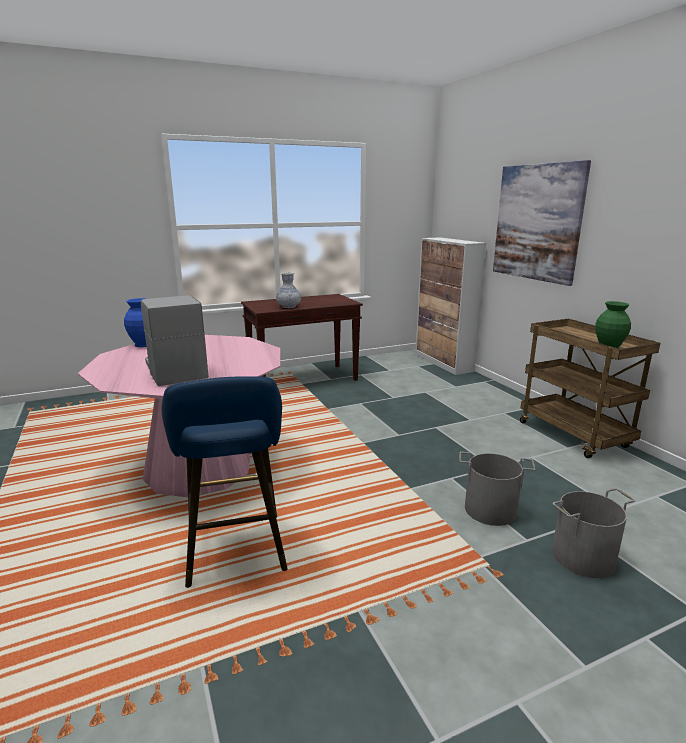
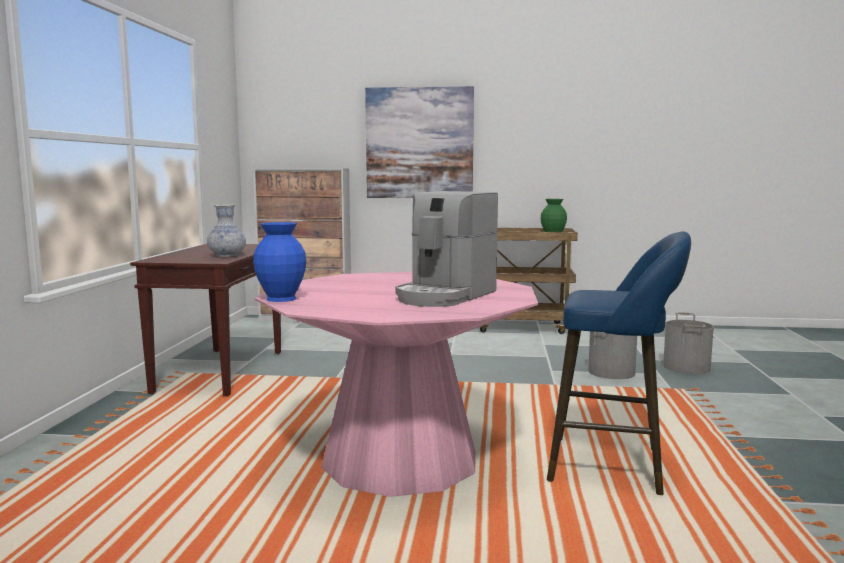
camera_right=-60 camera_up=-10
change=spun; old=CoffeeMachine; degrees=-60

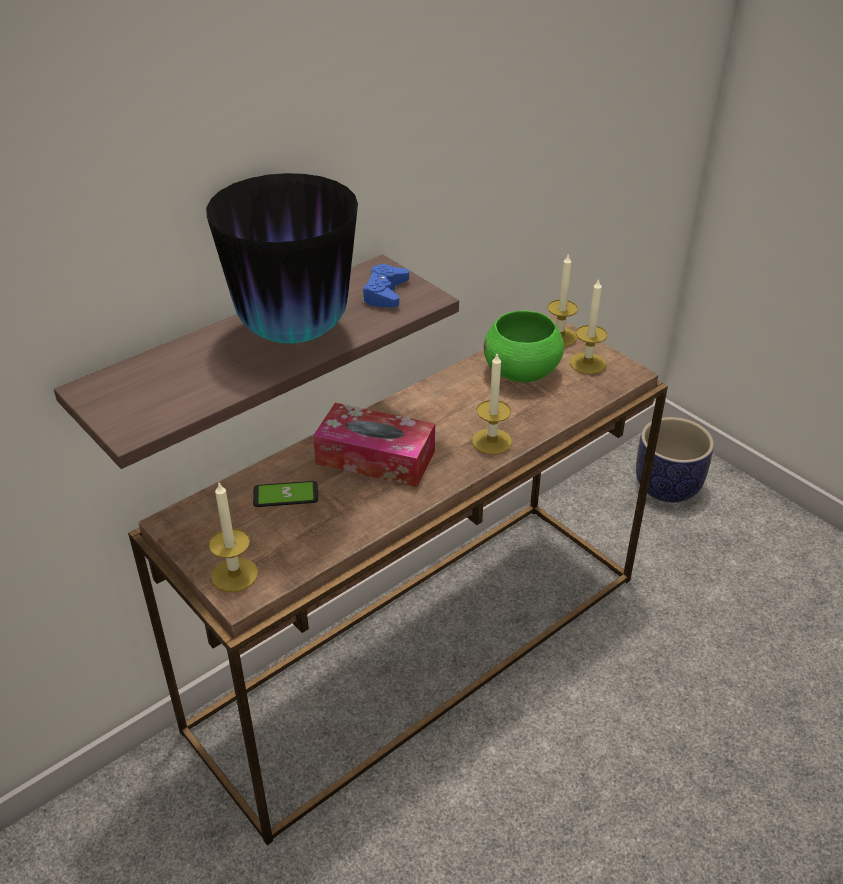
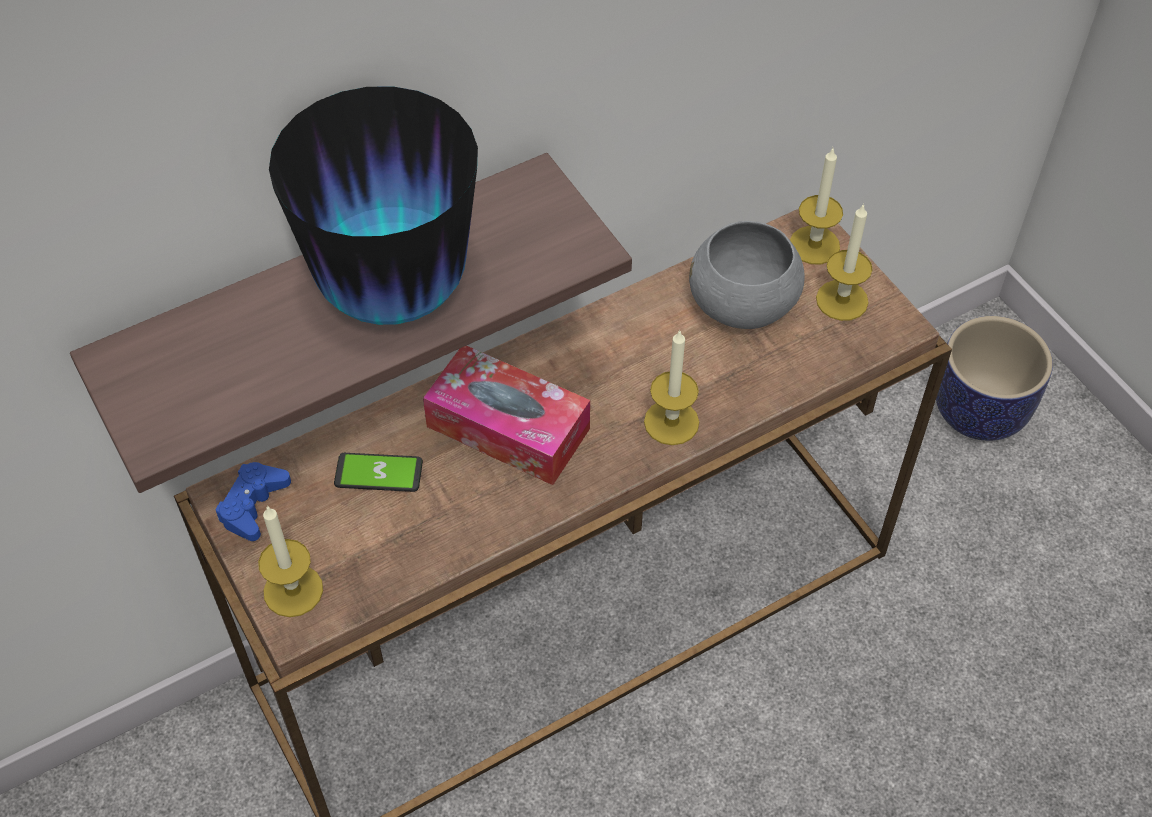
camera_right=10 camera_up=15
change=relocated; old=BlueGameController
change=colour; old=GreenBowl; new=GreyBowl

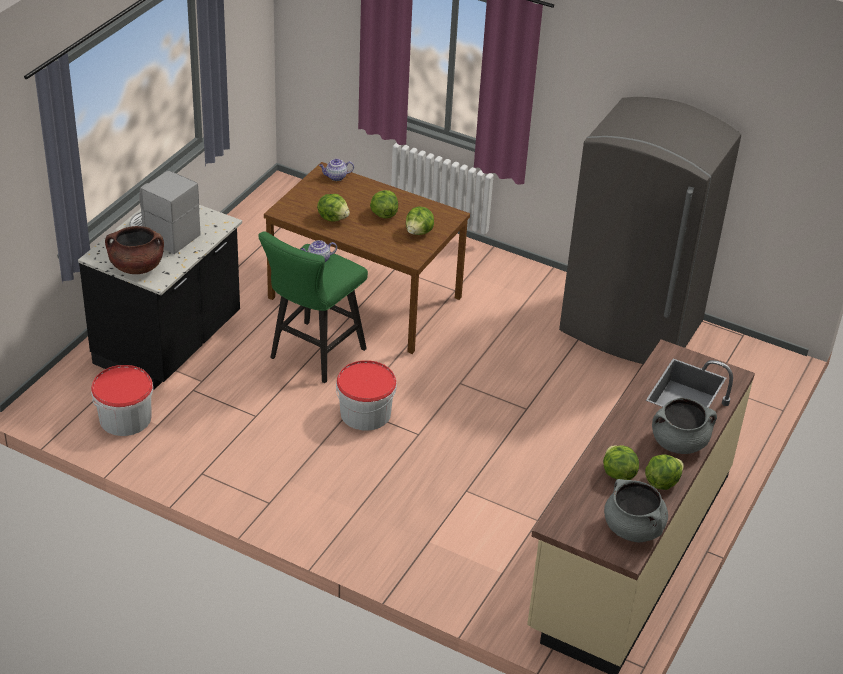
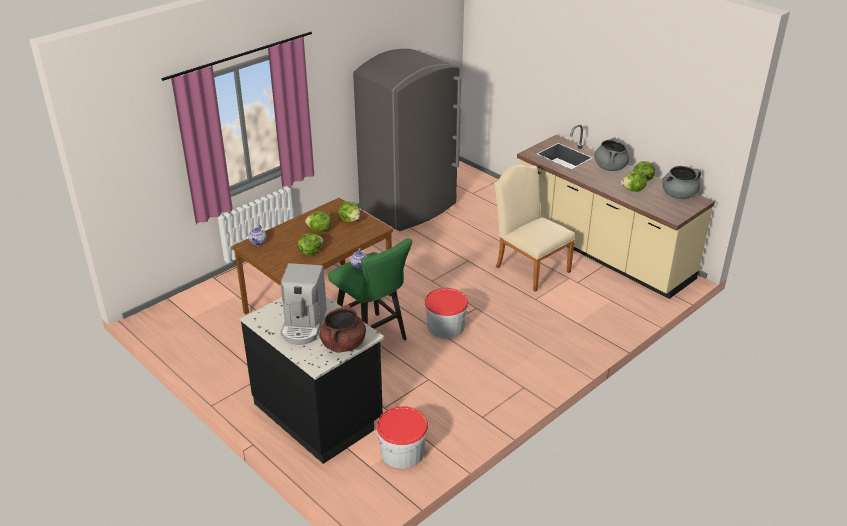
camera_right=-70 camera_up=-5
change=spun; old=CoffeeMachine; degrees=-45
change=appeared; new=BeigeChair

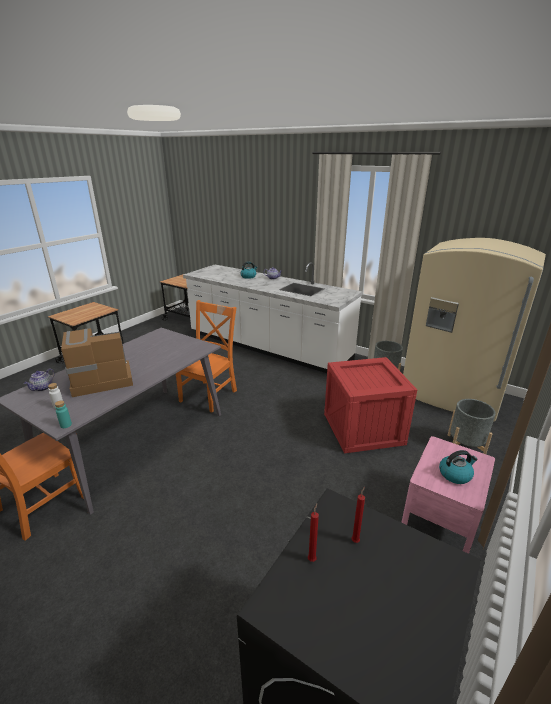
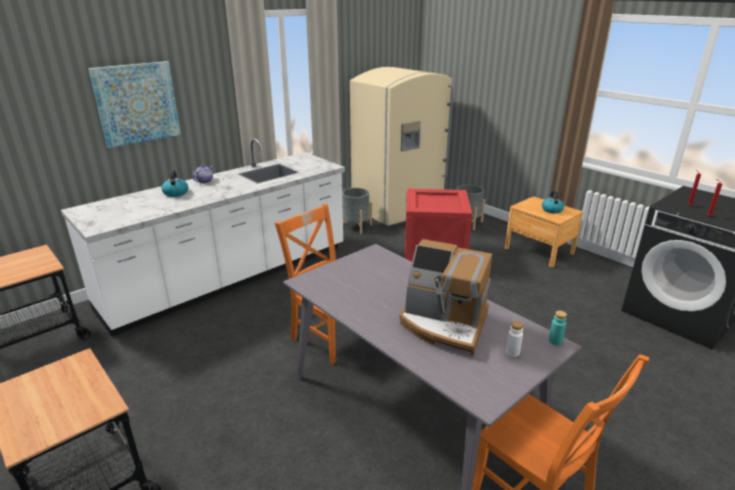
camera_right=-75 camera_up=0
change=appeared; new=Picture
change=spun; old=CoffeeMachine; degrees=-60
change=colour; old=PinkNightstand; new=BrownNightstand
change=missing; old=Teapot (no. 1 from left)

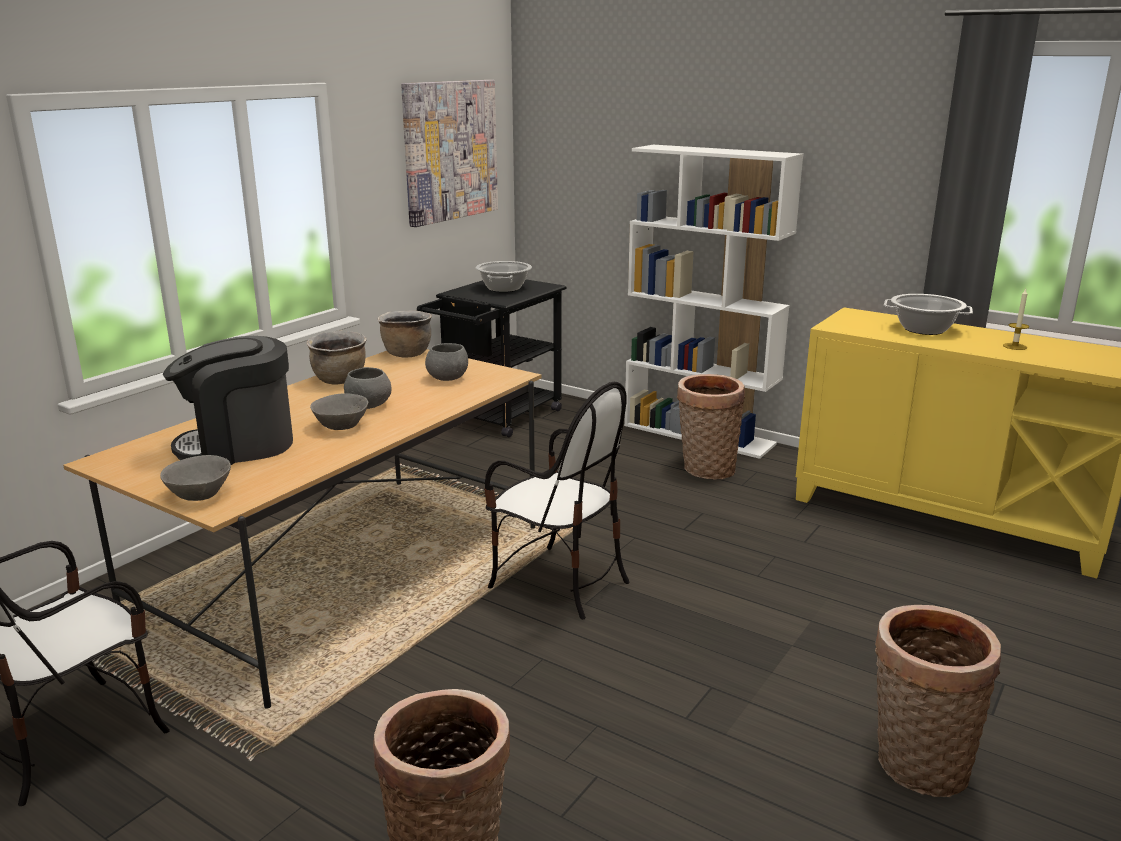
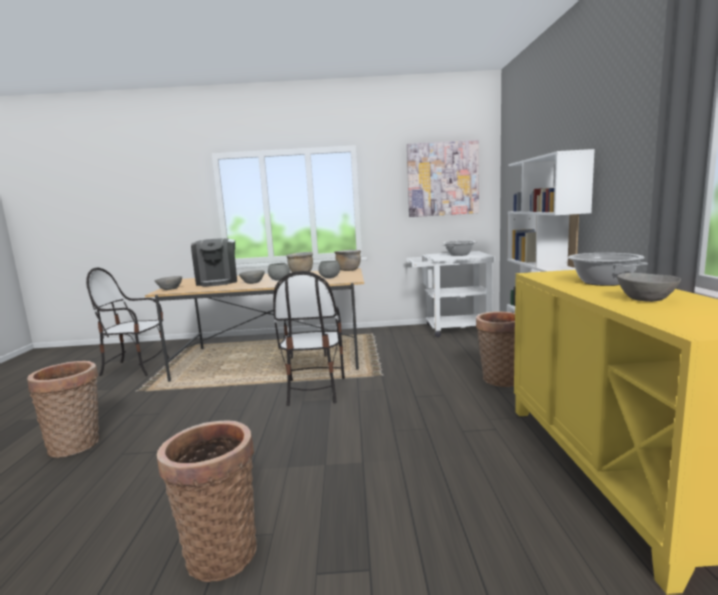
camera_right=55 camera_up=-10
change=spun; old=CoffeeMachine; degrees=-135
change=colour; old=BlackCart; new=WhiteCart
change=exchanged; old=Candle; new=GreyBowl (no. 5 from left)

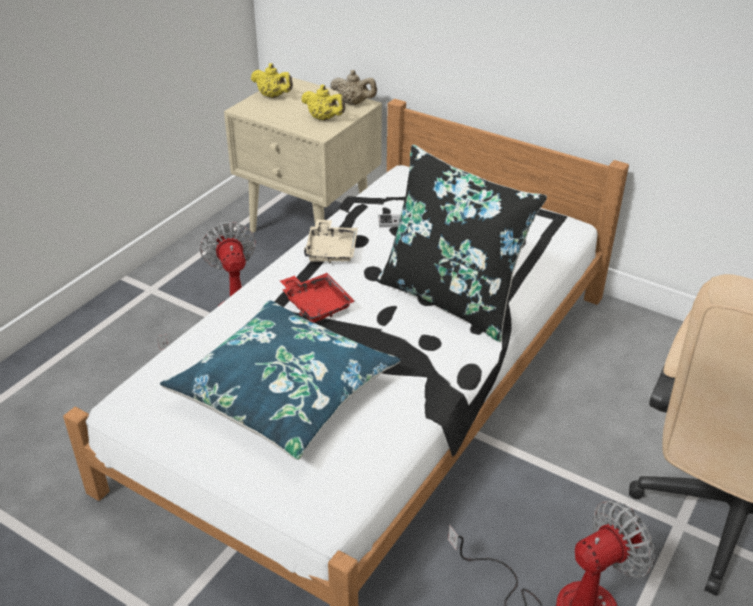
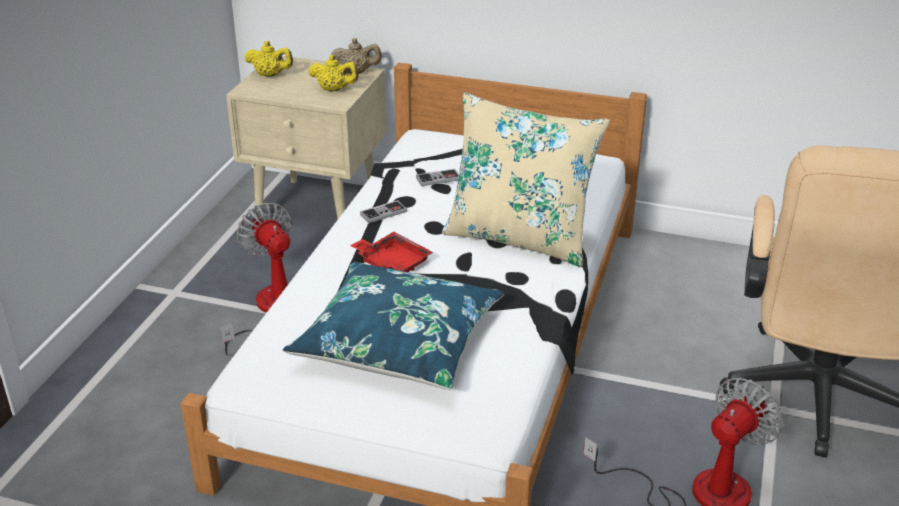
camera_right=-15 camera_up=-5
change=exchanged; old=BeigeTray; new=GameController (no. 1 from left)
change=colour; old=BlackPillow; new=BeigePillow

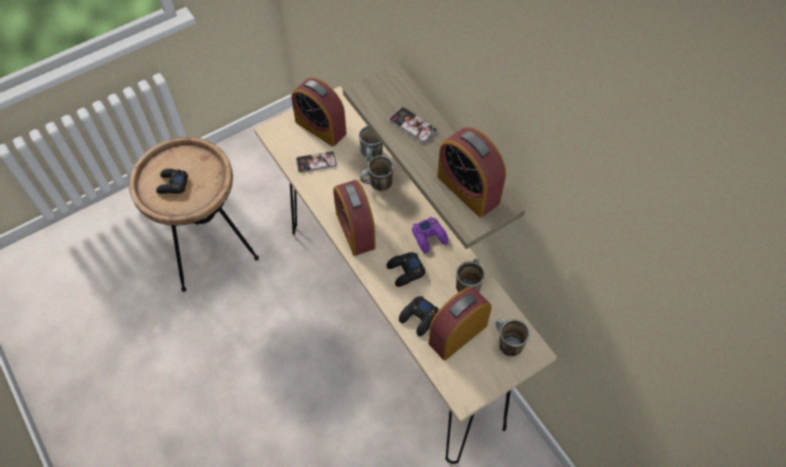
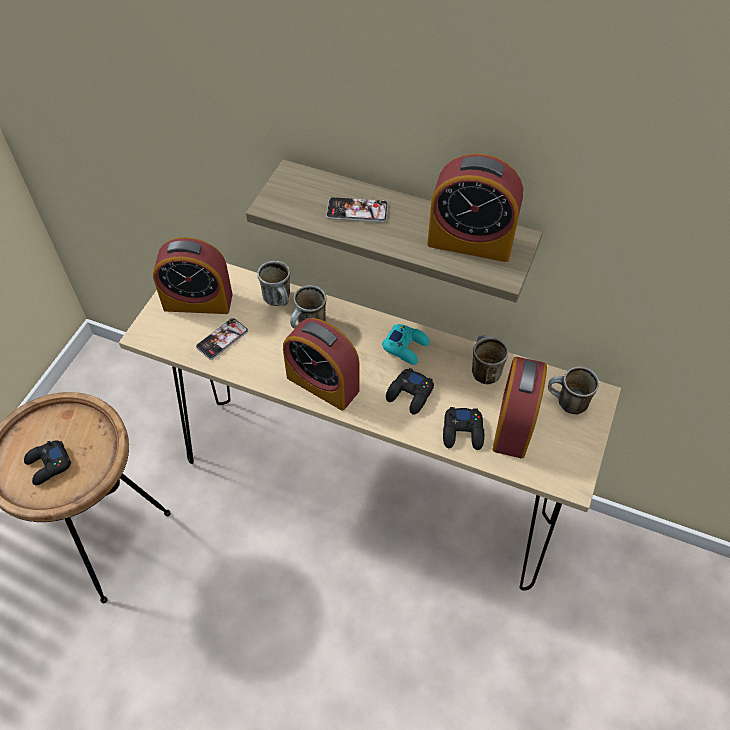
camera_right=-35 camera_up=-5
change=colour; old=PurpleGameController; new=TurquoiseGameController

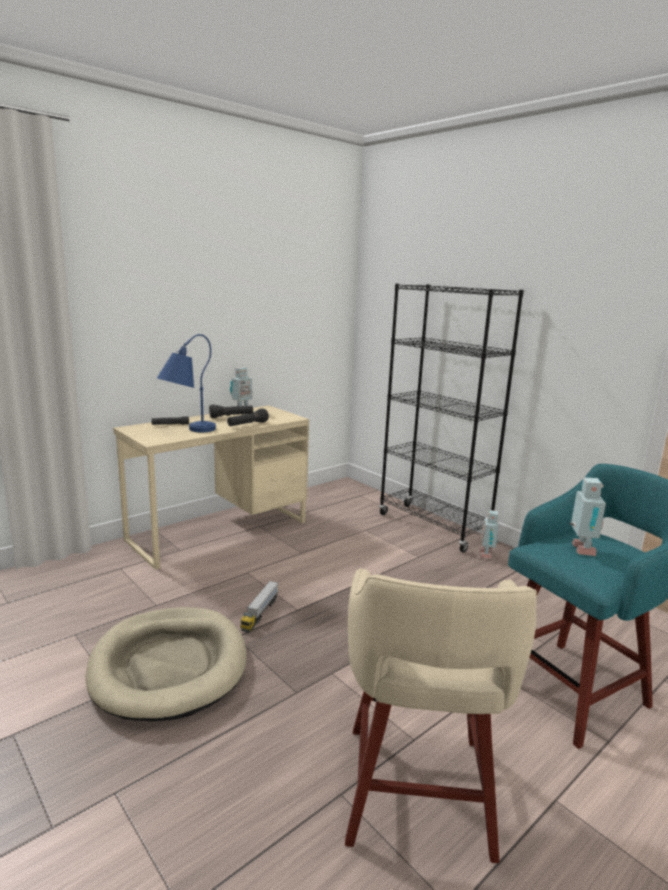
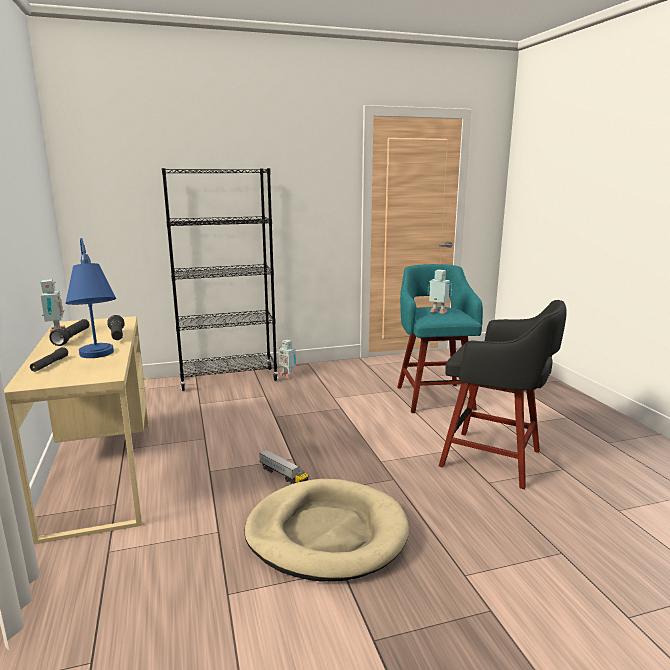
camera_right=-65 camera_up=0
change=colour; old=BeigeStool; new=BlackStool

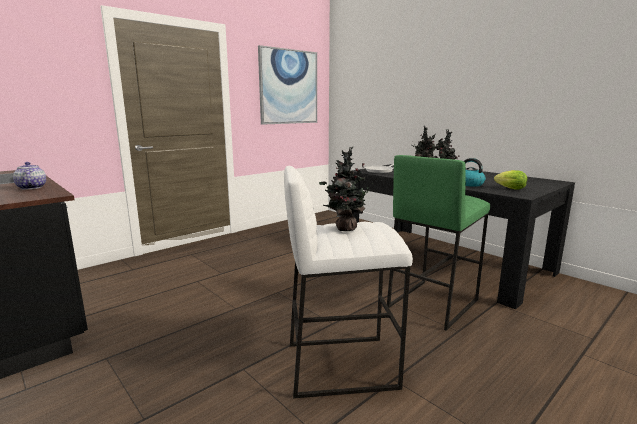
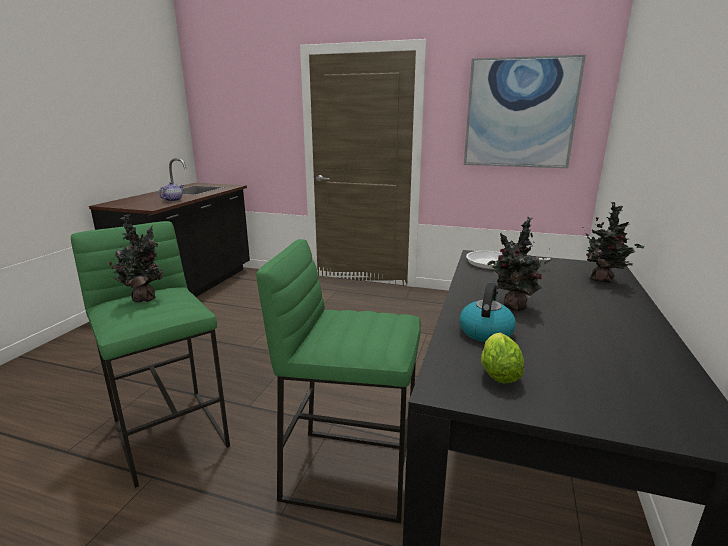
camera_right=60 camera_up=5
change=colour; old=WhiteStool; new=GreenStool (no. 1 from left)

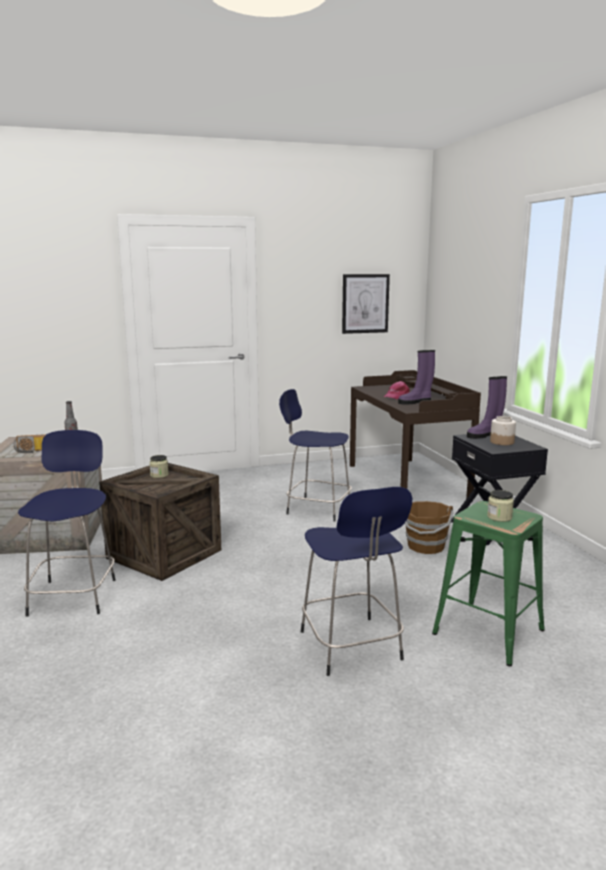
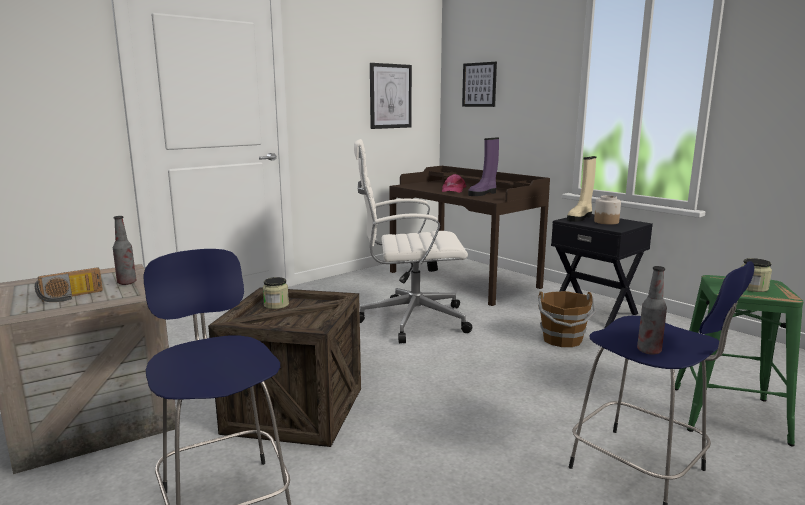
camera_right=-25 camera_up=0
change=exchanged; old=BlueStool (no. 2 from left); new=WhiteOfficeChair
change=appeared; new=Picture (no. 2 from left)
change=colour; old=PurpleBoot (no. 2 from left); new=BeigeBoot
change=appeared; new=Bottle (no. 2 from left)

